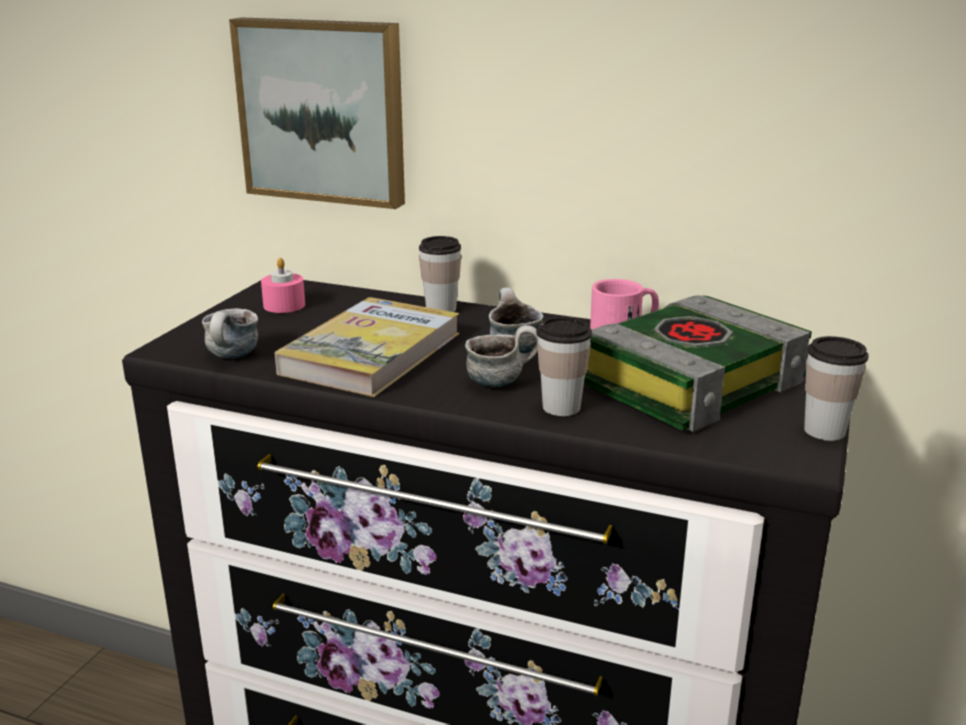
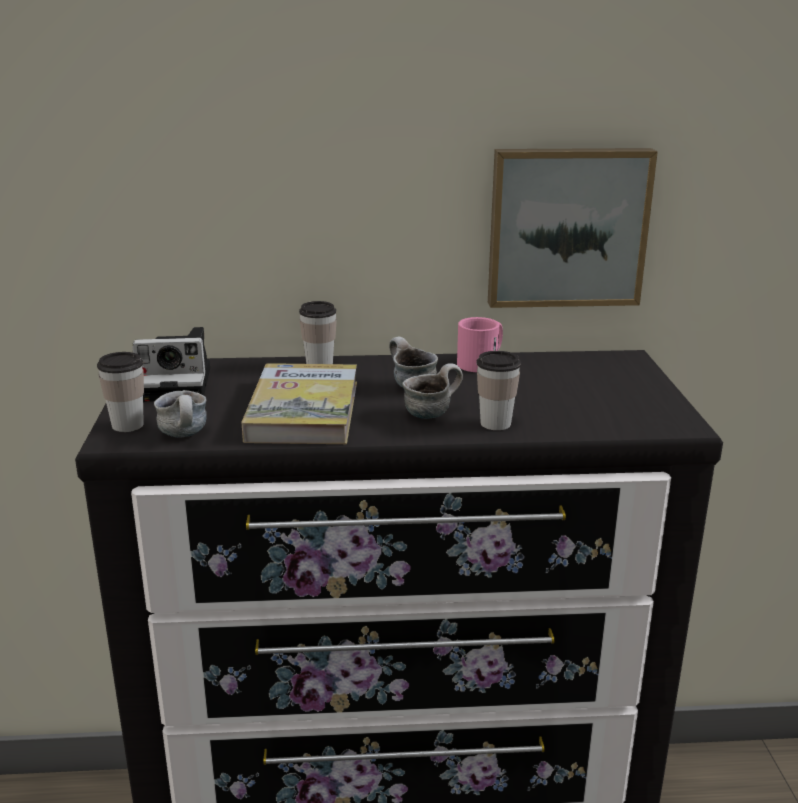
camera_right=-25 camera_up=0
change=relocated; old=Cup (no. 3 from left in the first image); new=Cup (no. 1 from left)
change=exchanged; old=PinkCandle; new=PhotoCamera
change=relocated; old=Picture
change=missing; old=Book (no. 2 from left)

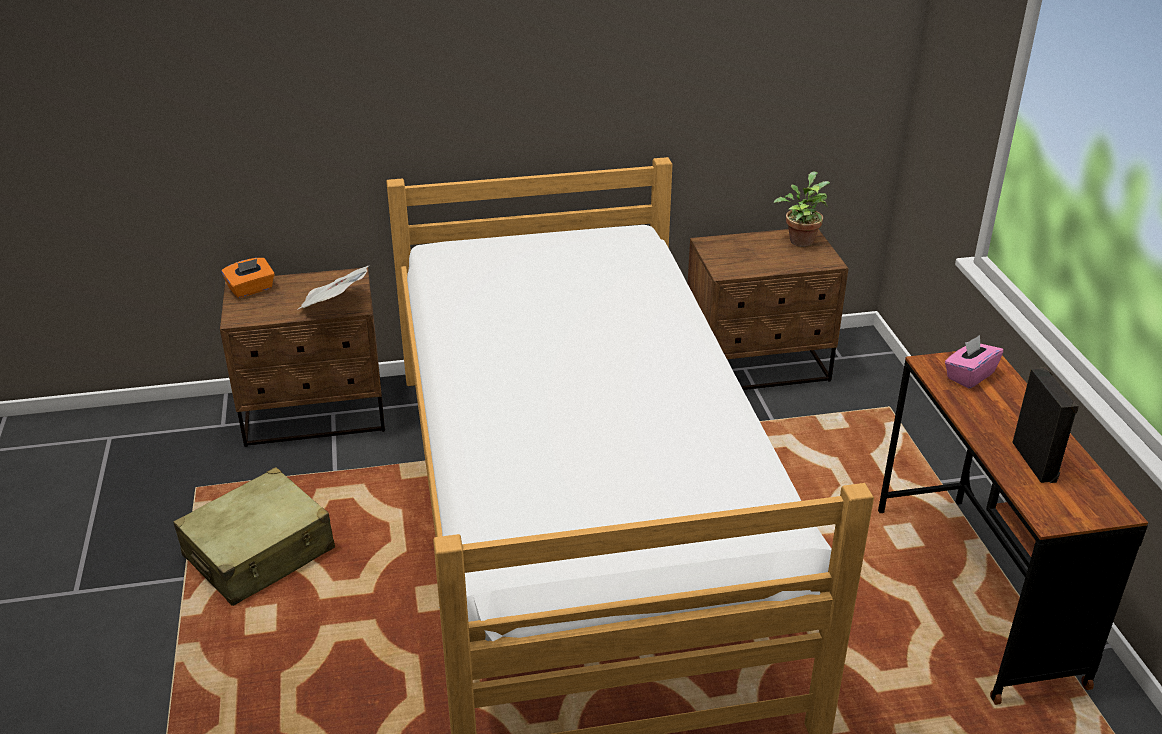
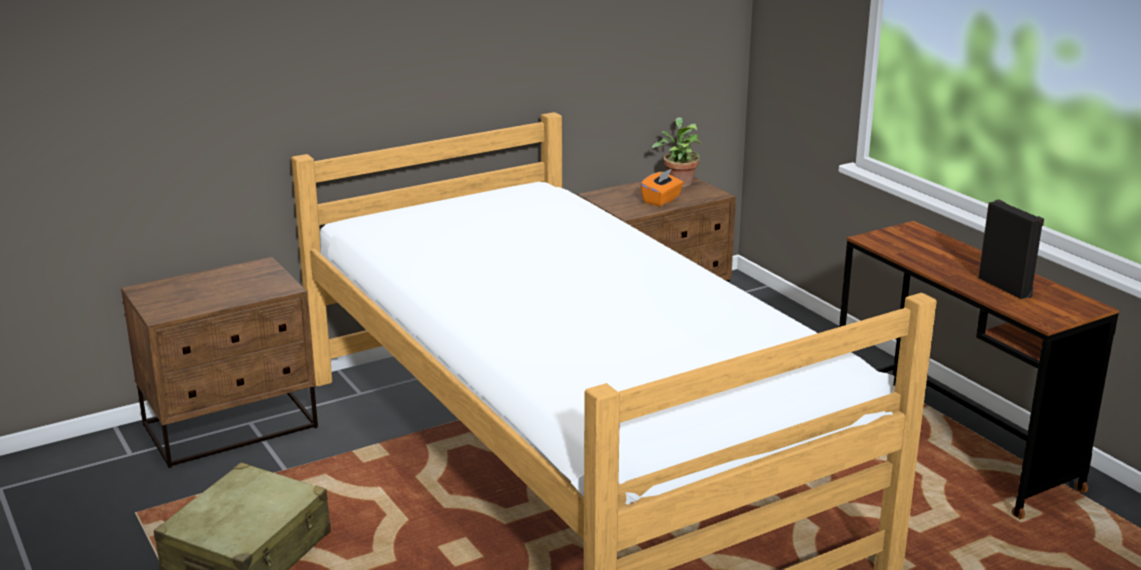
camera_right=-20 camera_up=-10
change=relocated; old=OrangeTissueBox
change=missing; old=Newspaper
change=missing; old=PinkTissueBox

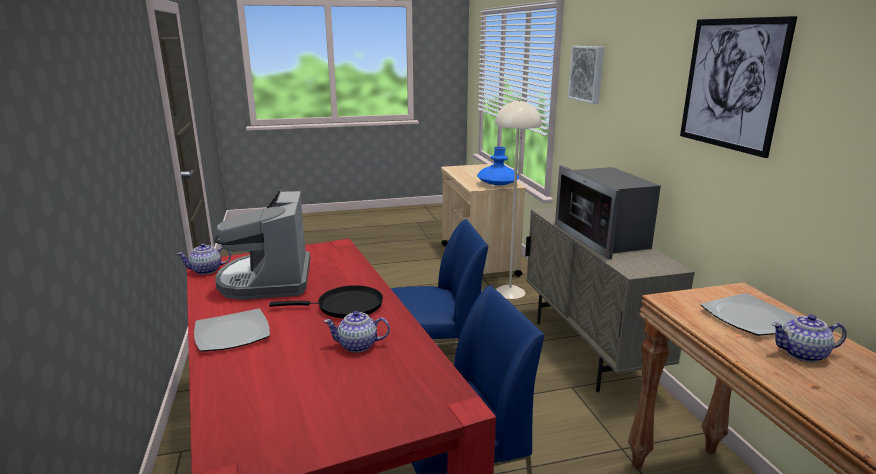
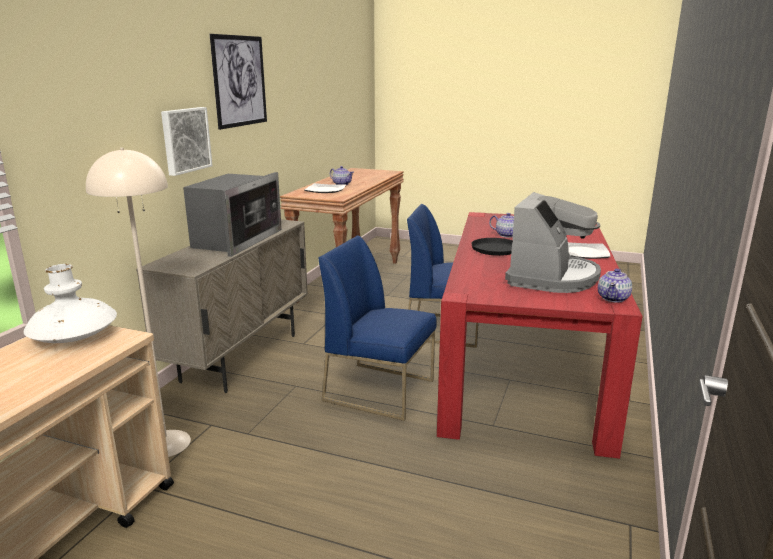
camera_right=-145 camera_up=0
change=colour; old=BlueVase; new=WhiteVase
change=relocated; old=Picture (no. 1 from left)
change=spun; old=Teapot (no. 1 from left in the first image); degrees=105

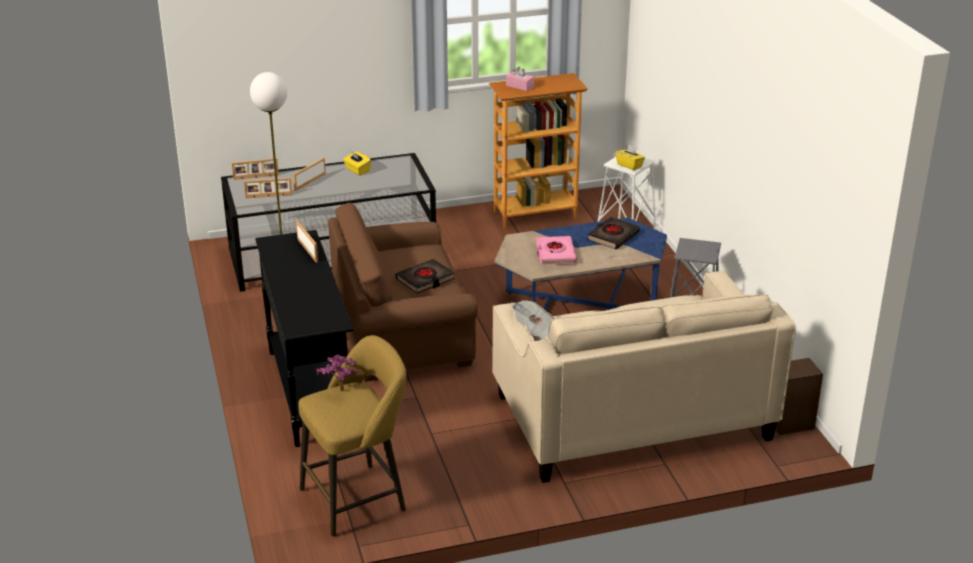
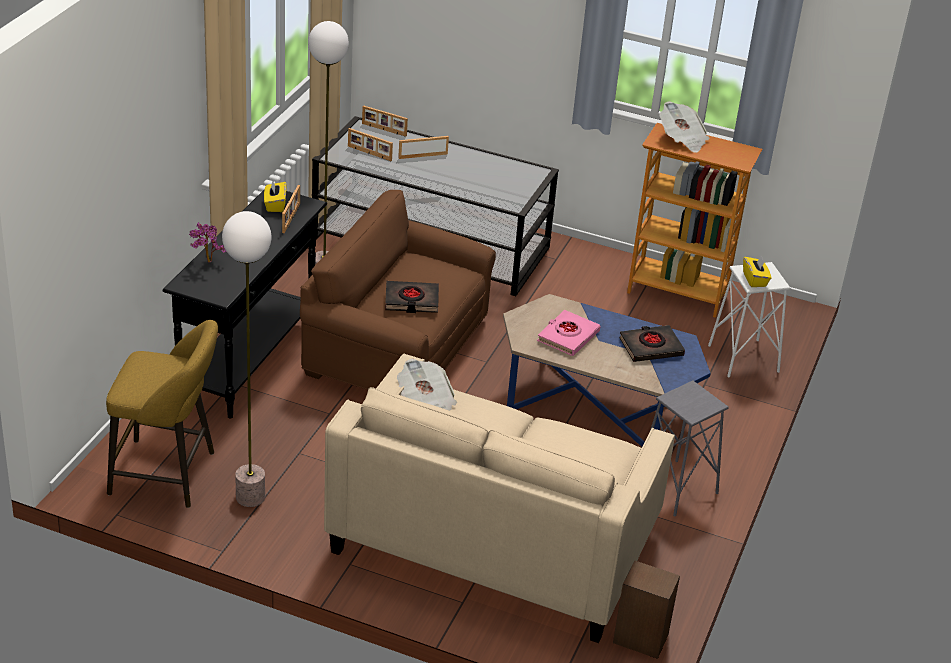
camera_right=35 camera_up=5
change=relocated; old=PottedPlant
change=appeared; new=FloorLamp (no. 1 from left)
change=relocated; old=YellowTissueBox (no. 1 from left)
change=exchanged; old=PinkTissueBox; new=Newspaper (no. 2 from left)

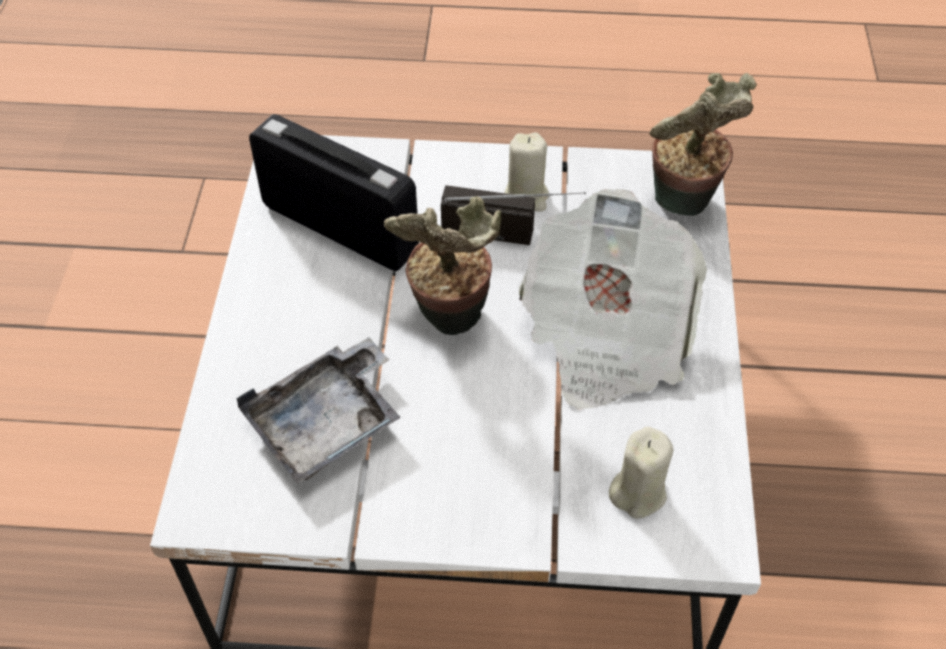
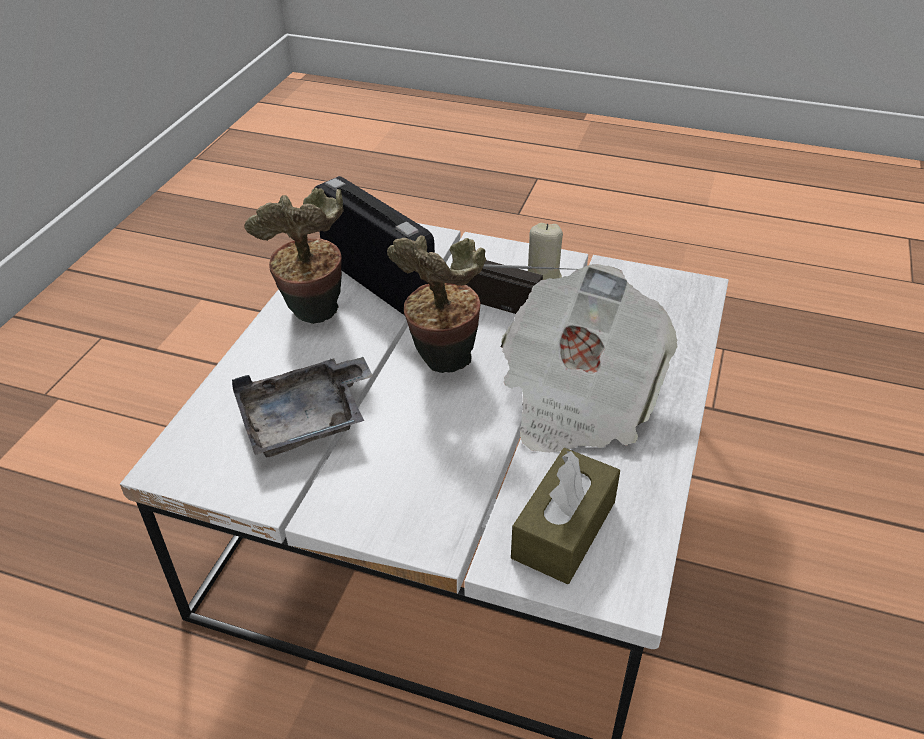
camera_right=15 camera_up=-10
change=relocated; old=PottedPlant (no. 2 from left in the first image); new=PottedPlant (no. 1 from left)
change=exchanged; old=BeigeCandle (no. 2 from left); new=BrownTissueBox

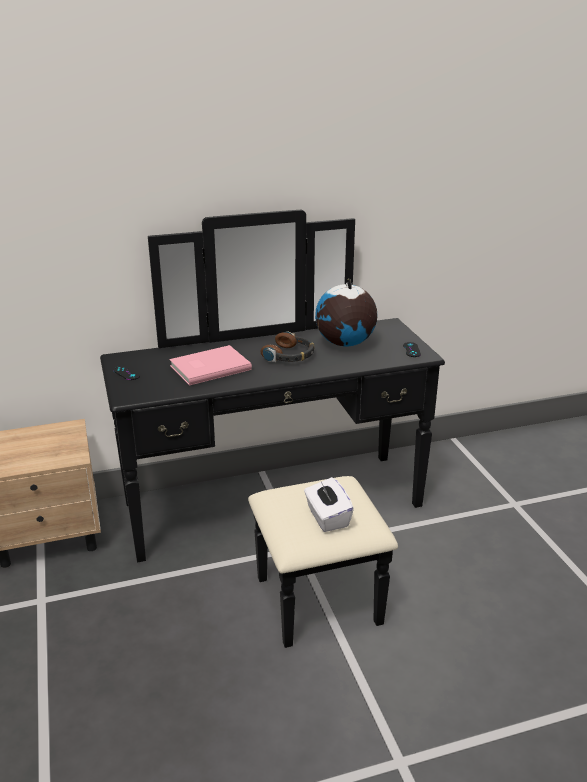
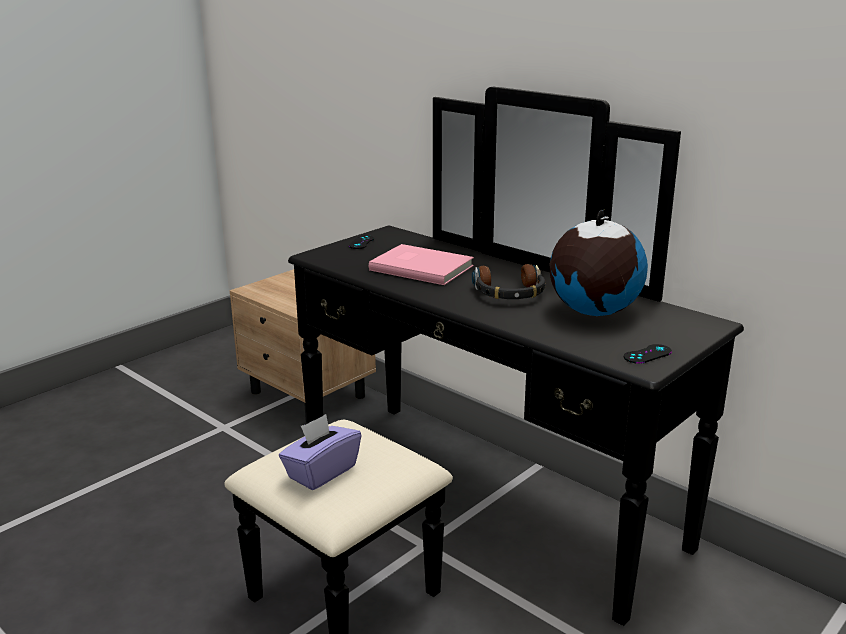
camera_right=60 camera_up=-5
change=colour; old=WhiteTissueBox; new=PurpleTissueBox

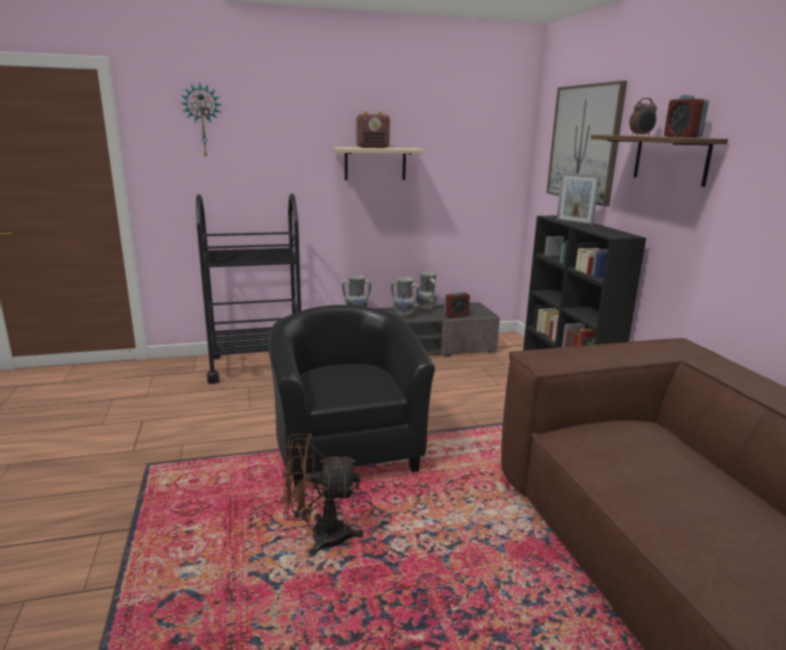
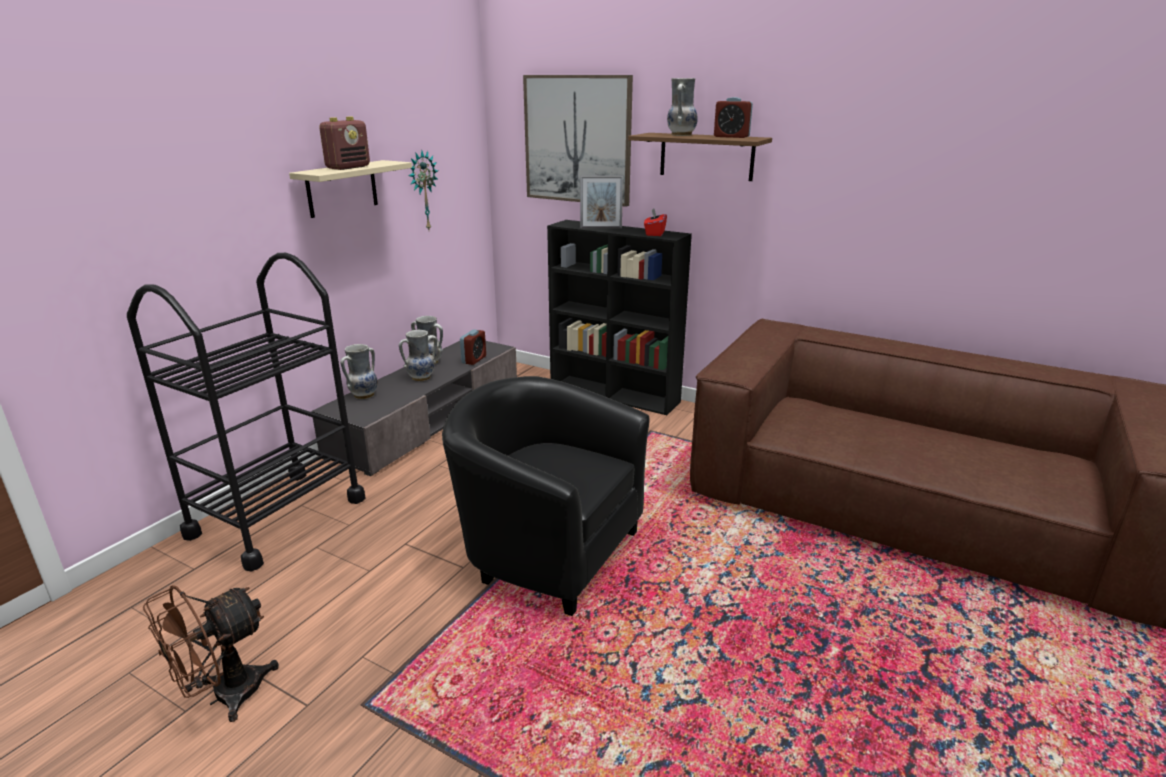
camera_right=-45 camera_up=5
change=relocated; old=BrownFan
change=relocated; old=WallClock
change=appeared; new=RedTissueBox
change=exchanged; old=AlarmClock (no. 2 from left); new=Vase (no. 4 from left)

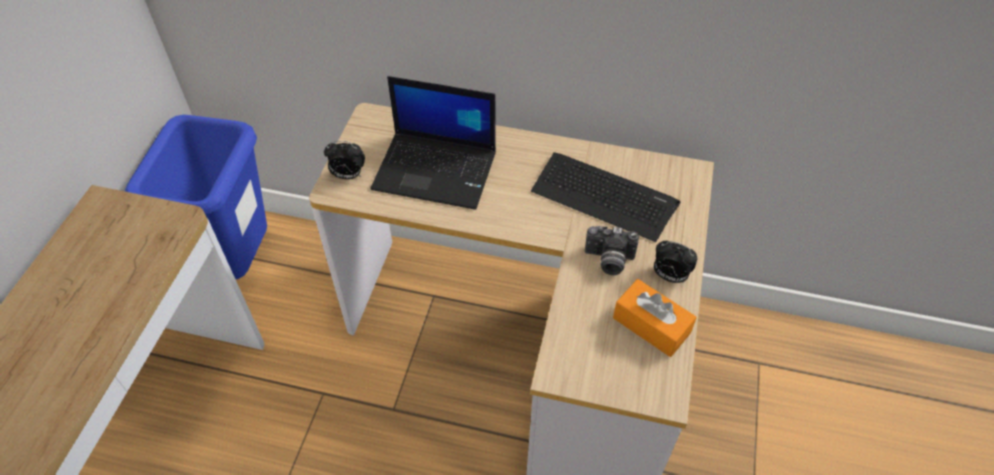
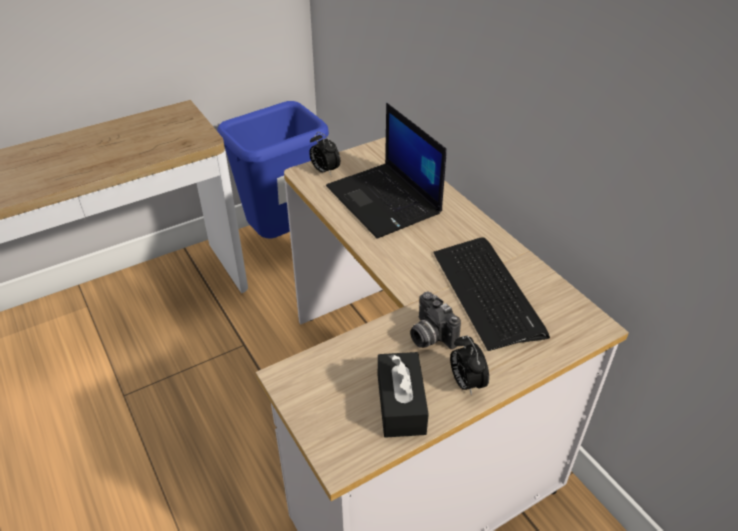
camera_right=45 camera_up=-10
change=colour; old=OrangeTissueBox; new=BlackTissueBox

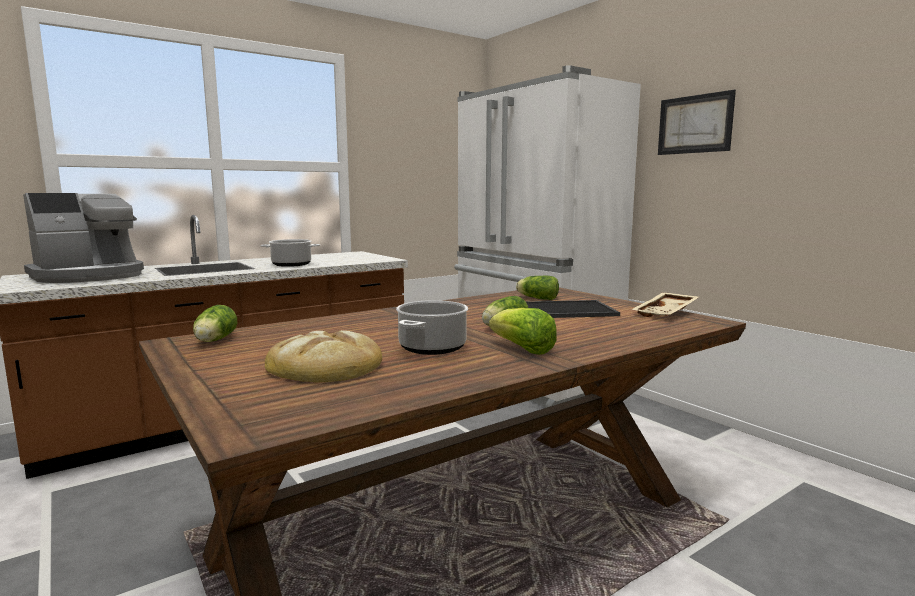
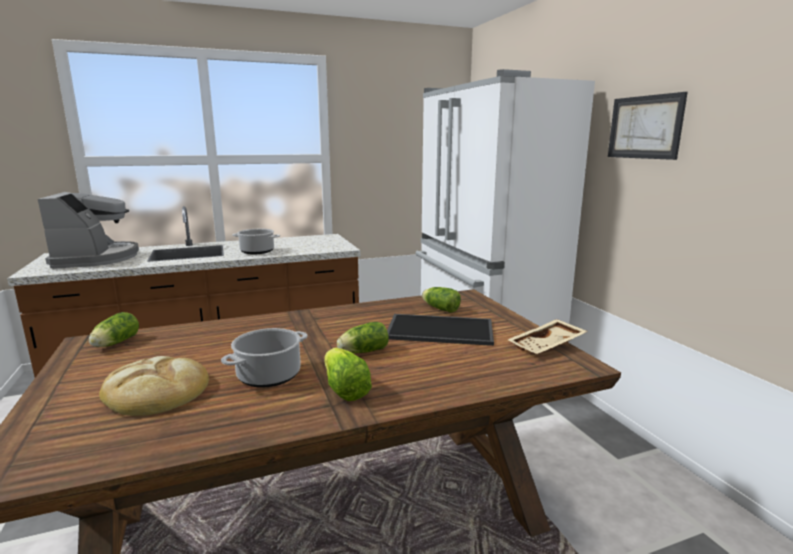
camera_right=15 camera_up=5
change=spun; old=CoffeeMachine; degrees=-75

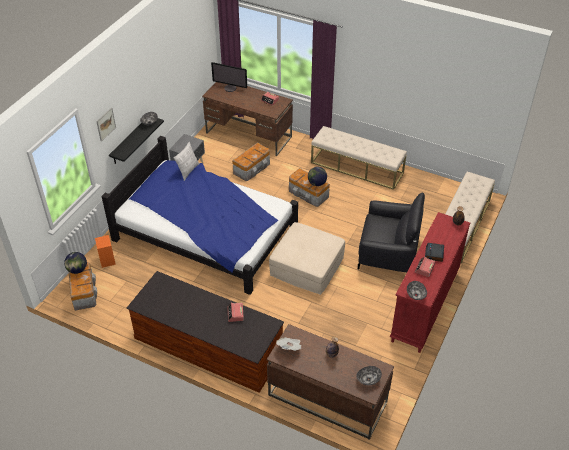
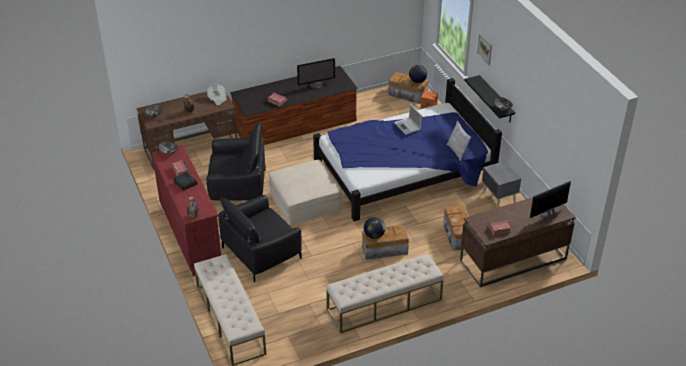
camera_right=130 camera_up=-5
change=appeared; new=BlackArmchair (no. 1 from left)
change=appeared; new=Monitor (no. 1 from left)
change=appeared; new=Laptop

